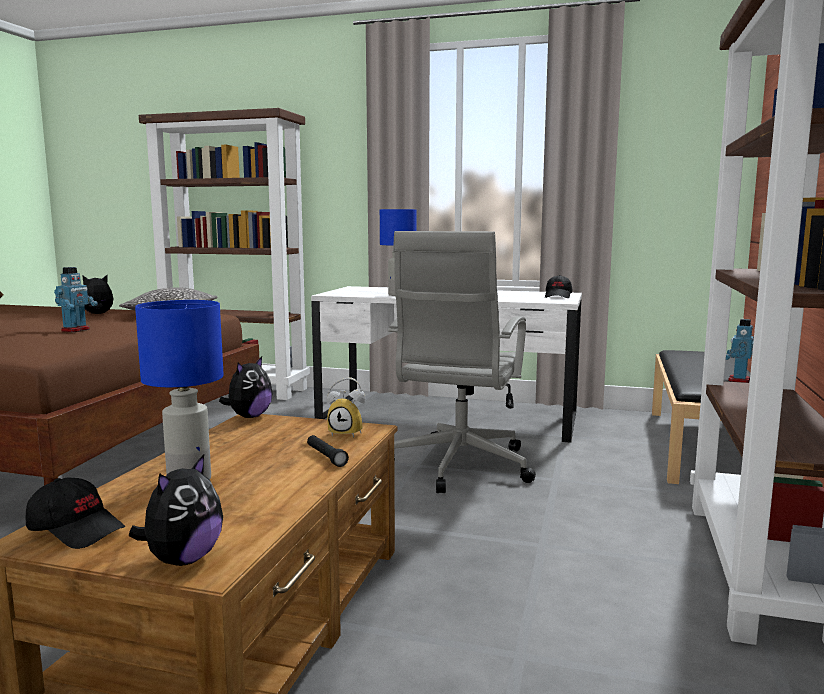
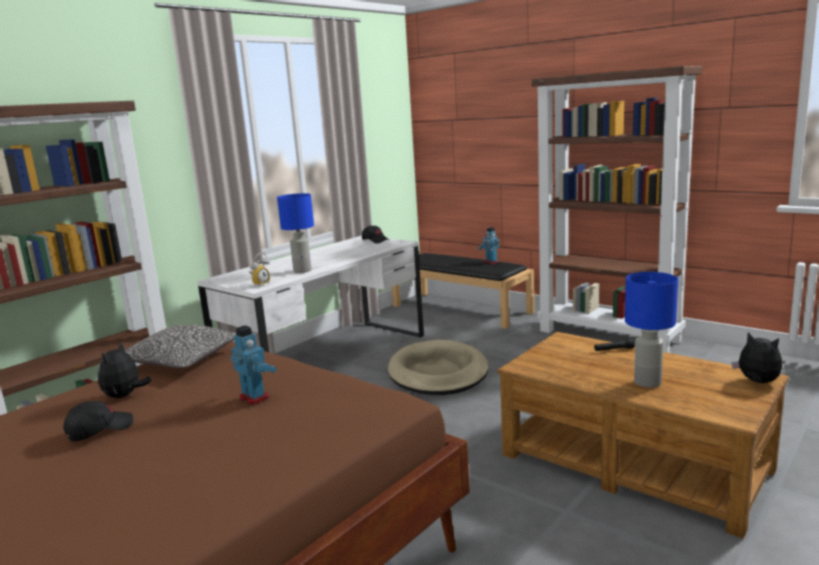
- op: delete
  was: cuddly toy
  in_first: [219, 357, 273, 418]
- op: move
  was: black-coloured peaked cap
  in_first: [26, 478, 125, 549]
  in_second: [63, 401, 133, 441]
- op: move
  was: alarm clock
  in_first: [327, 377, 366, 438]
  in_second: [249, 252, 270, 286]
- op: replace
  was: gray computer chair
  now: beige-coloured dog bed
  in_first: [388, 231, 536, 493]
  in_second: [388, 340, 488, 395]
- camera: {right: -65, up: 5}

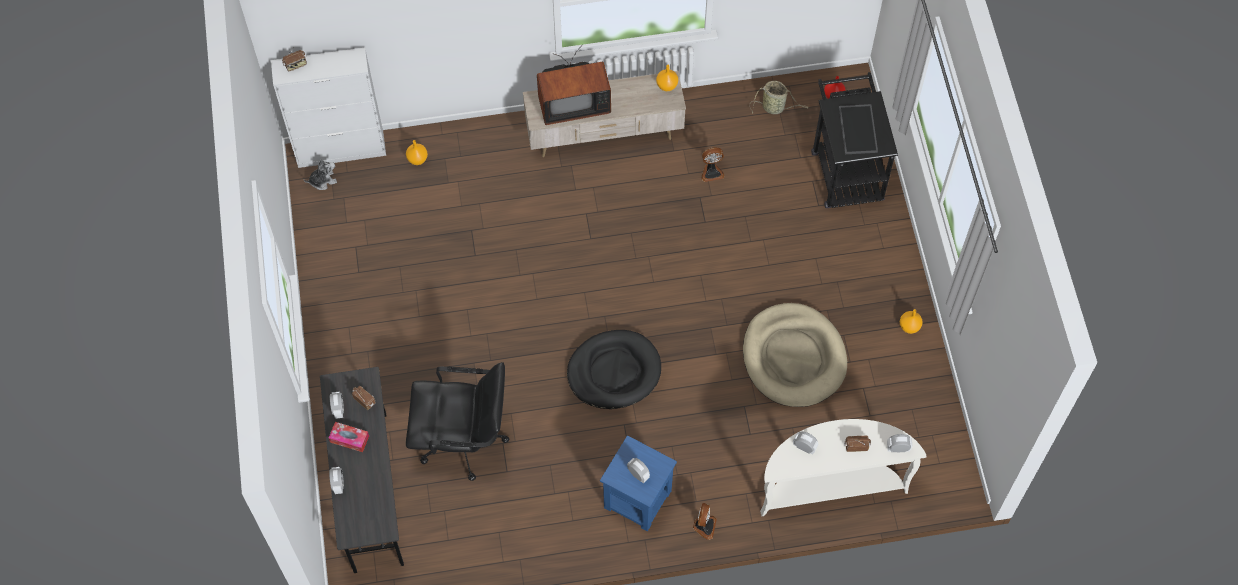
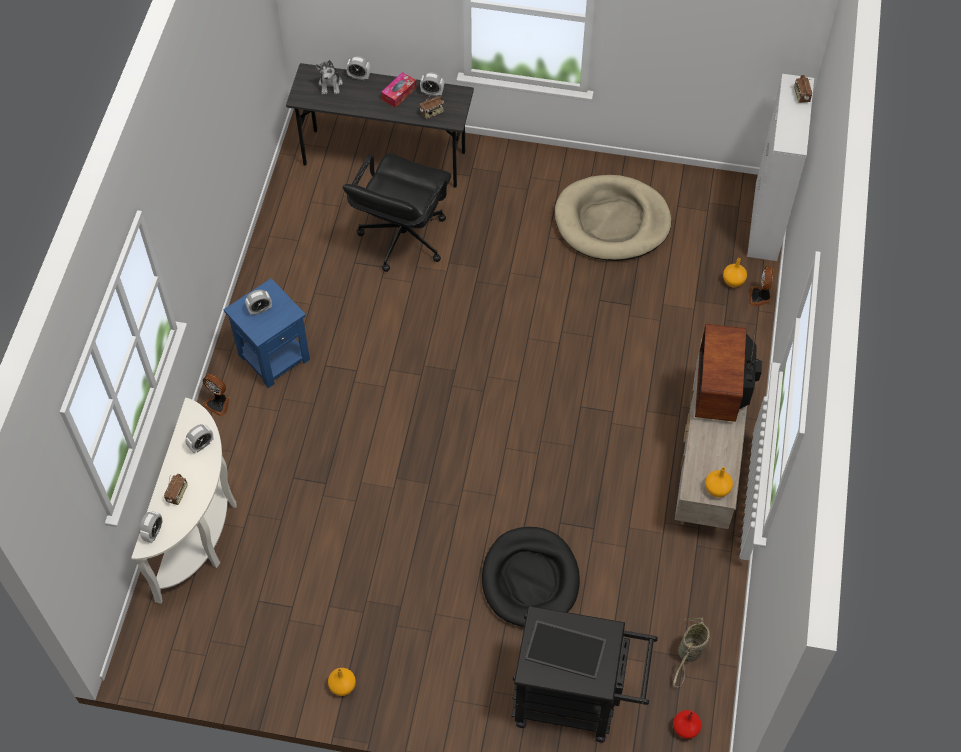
- op: move
  was: cuddly toy
  in_first: [304, 160, 337, 190]
  in_second: [315, 59, 343, 95]
- op: move
  was: black-coloured dog bed
  in_first: [567, 330, 661, 409]
  in_second: [482, 527, 580, 627]
- op: move
  was: electric fan
  in_first: [702, 147, 725, 182]
  in_second: [749, 266, 773, 307]
- op: move
  was: beige-coloured dog bed
  in_first: [743, 303, 847, 407]
  in_second: [555, 175, 671, 261]
- camera: {right: 110, up: -5}

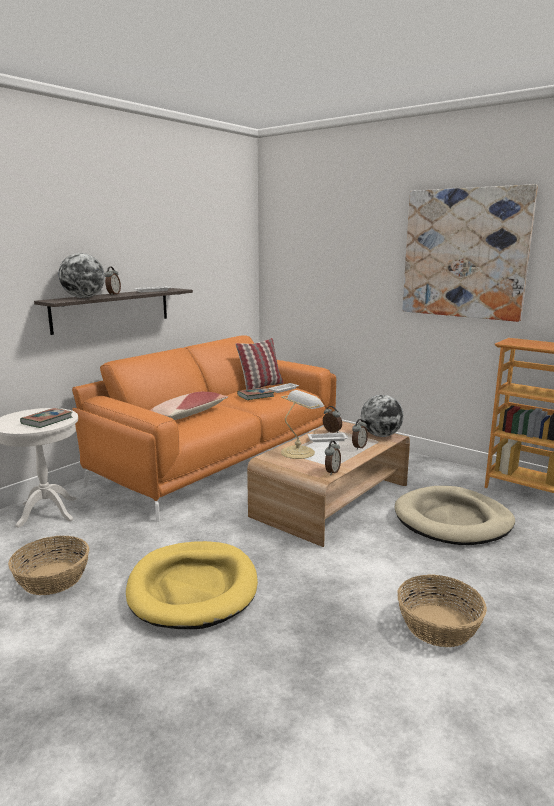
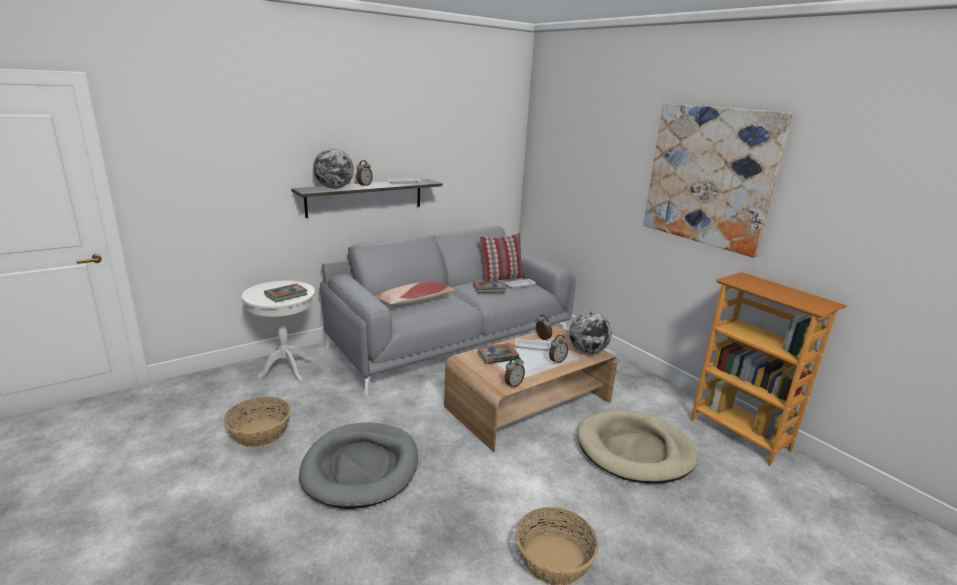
- op: replace
  was: tabletop lamp
  now: volume
  in_first: [281, 390, 324, 459]
  in_second: [477, 343, 519, 364]
- op: recolor
  was: orange sofa
  now: gray sofa
  in_first: [72, 335, 336, 522]
  in_second: [320, 226, 576, 396]
- op: recolor
  was: yellow dog bed
  now: gray dog bed
  in_first: [126, 541, 258, 629]
  in_second: [299, 423, 418, 509]
- camera: {right: 15, up: 5}

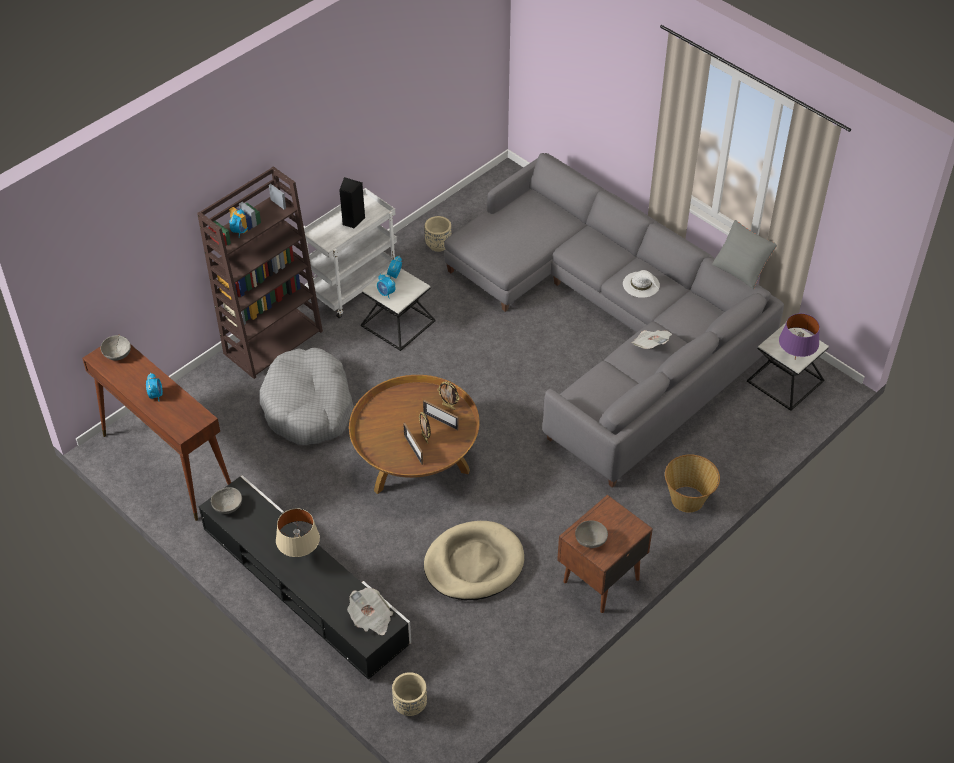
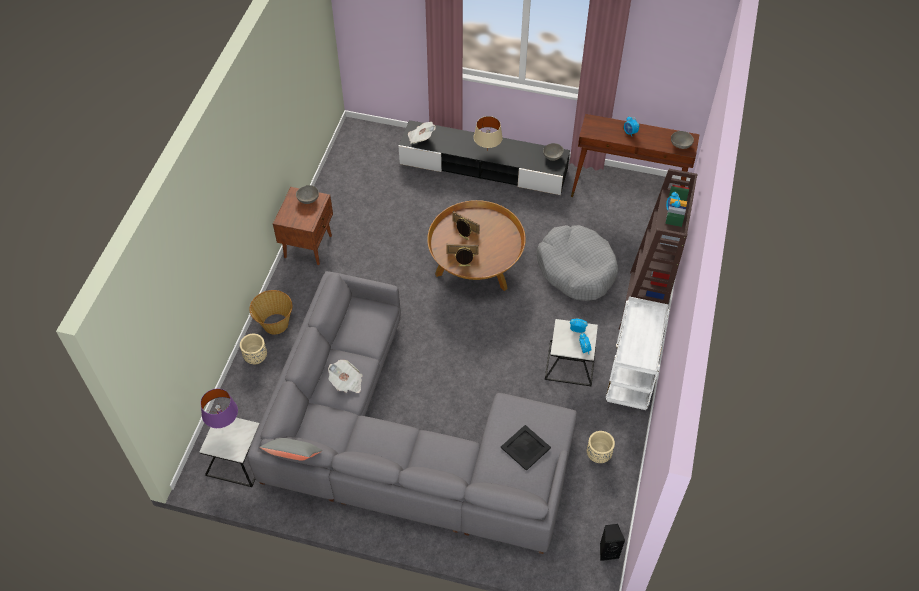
- op: delete
  was: beige-coloured dog bed
  in_first: [424, 521, 524, 600]
- op: delete
  was: whitish wearable hat
  in_first: [623, 270, 660, 298]
- op: insert
  now: black-coloured serving tray
  in_second: [501, 425, 551, 471]
- op: move
  was: black-coloured loudspeaker
  in_first: [339, 177, 365, 228]
  in_second: [600, 524, 625, 561]
- op: move
  was: beige-coloured planter
  in_first: [392, 672, 427, 716]
  in_second: [240, 334, 267, 365]
- camera: {right: 150, up: 5}

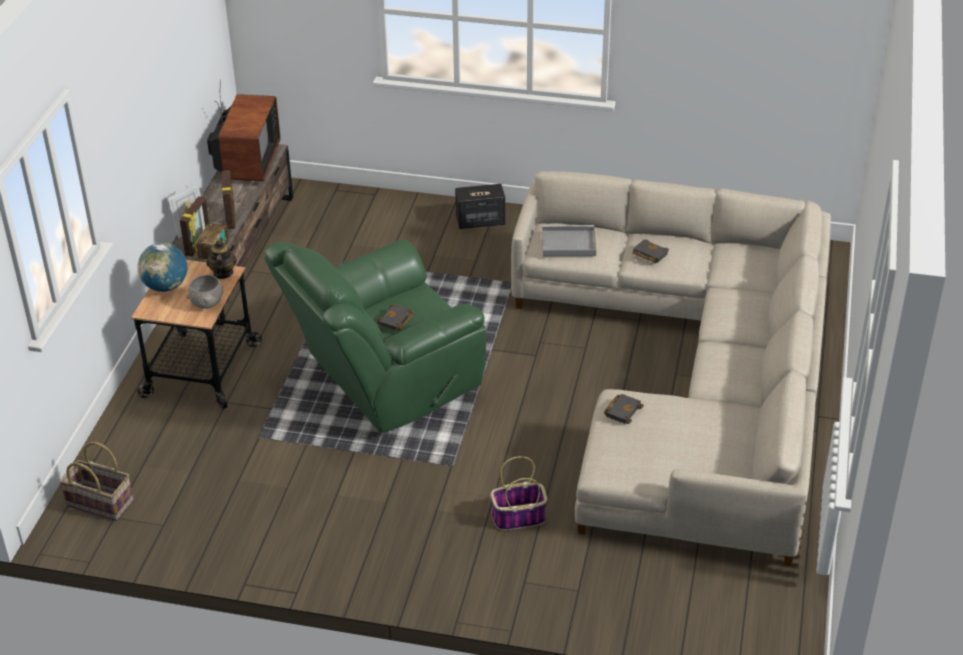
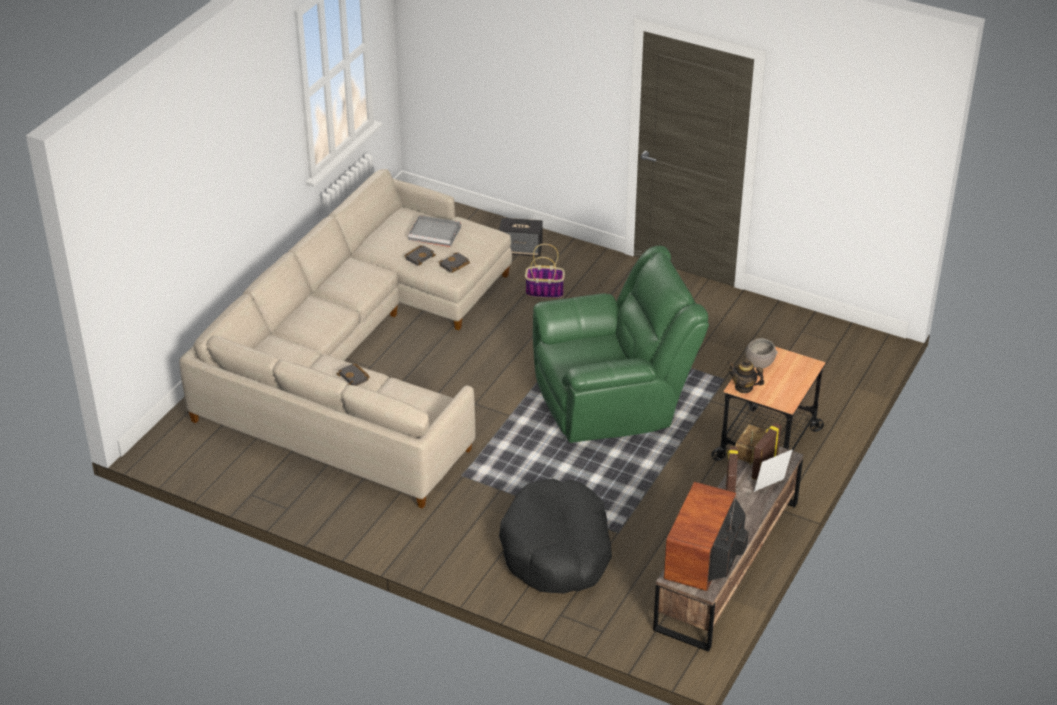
- op: delete
  was: household basket
  in_first: [59, 442, 133, 521]
- op: delete
  was: globe
  in_first: [137, 243, 187, 292]
- op: insert
  now: black-coloured dog bed
  in_second: [499, 479, 612, 593]
- op: move
  was: black-coloured volume
  in_first: [377, 304, 414, 331]
  in_second: [404, 245, 436, 266]
- op: move
  was: loudspeaker
  in_first: [455, 184, 505, 229]
  in_second: [499, 218, 543, 257]
- op: move
  was: gray serving tray
  in_first: [542, 225, 596, 256]
  in_second: [408, 215, 461, 247]
- op: rotate
  was: tea pot
  in_first: [206, 238, 237, 279]
  in_second: [728, 359, 764, 393]
  clockwise: 105
- camera: {right: -165, up: 0}

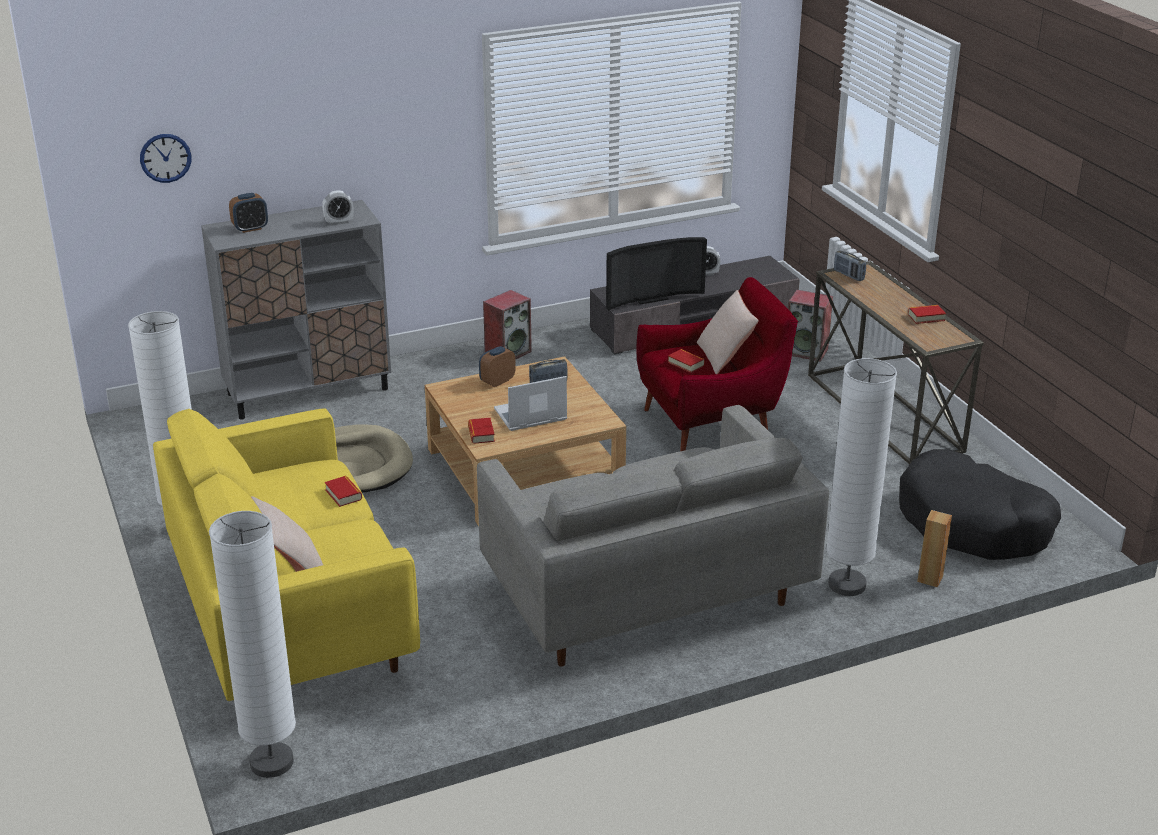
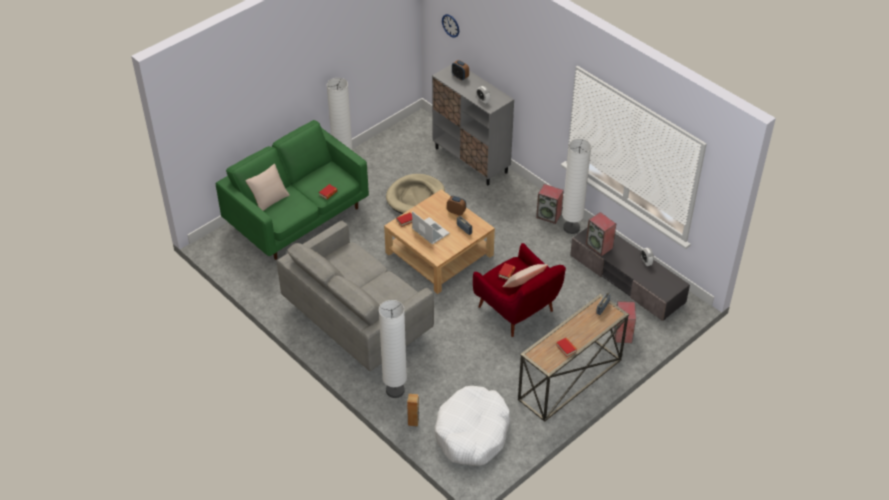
- op: move
  was: whitish floor lamp
  in_first: [209, 511, 296, 778]
  in_second: [562, 139, 591, 234]
- op: replace
  was: television
  now: loudspeaker
  in_first: [606, 237, 707, 311]
  in_second: [586, 212, 616, 256]
- op: recolor
  was: yellow sofa
  now: green-coloured sofa
  in_first: [153, 409, 420, 701]
  in_second: [215, 120, 369, 260]
- op: recolor
  was: black-coloured dog bed
  now: whitish dog bed
  in_first: [899, 449, 1061, 560]
  in_second: [434, 386, 511, 466]
- camera: {right: 70, up: 15}

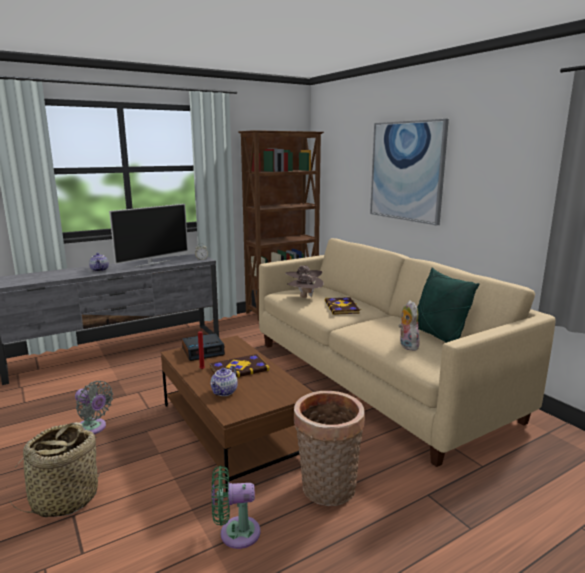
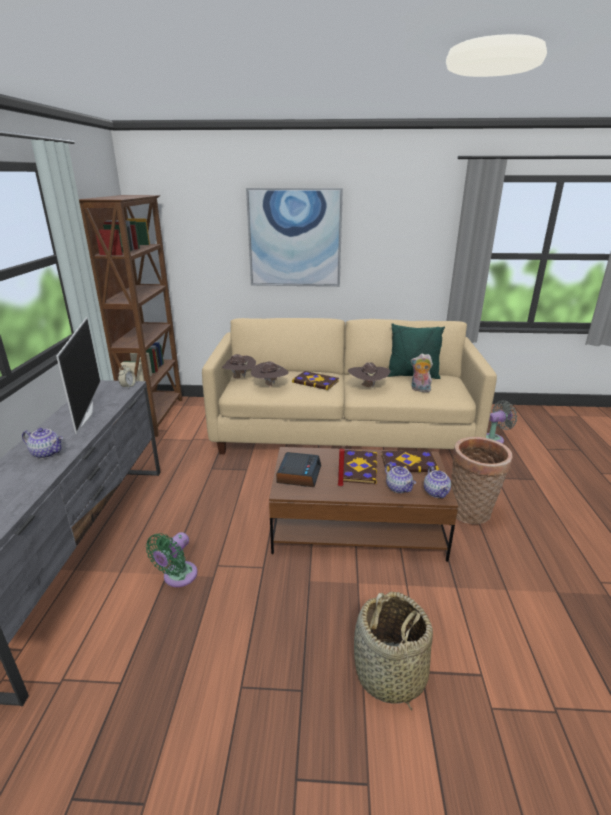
- op: insert
  now: brown-coloured wearable hat
  in_second: [348, 362, 391, 389]
- op: insert
  now: volume
  in_second: [381, 450, 439, 472]
- op: insert
  now: tea pot
  in_second: [424, 466, 451, 498]
- op: move
  was: gray electric fan
  in_first: [75, 381, 113, 435]
  in_second: [486, 401, 518, 444]
- op: move
  was: green-coloured electric fan
  in_first: [212, 465, 261, 549]
  in_second: [146, 532, 197, 587]
- camera: {right: -55, up: 10}

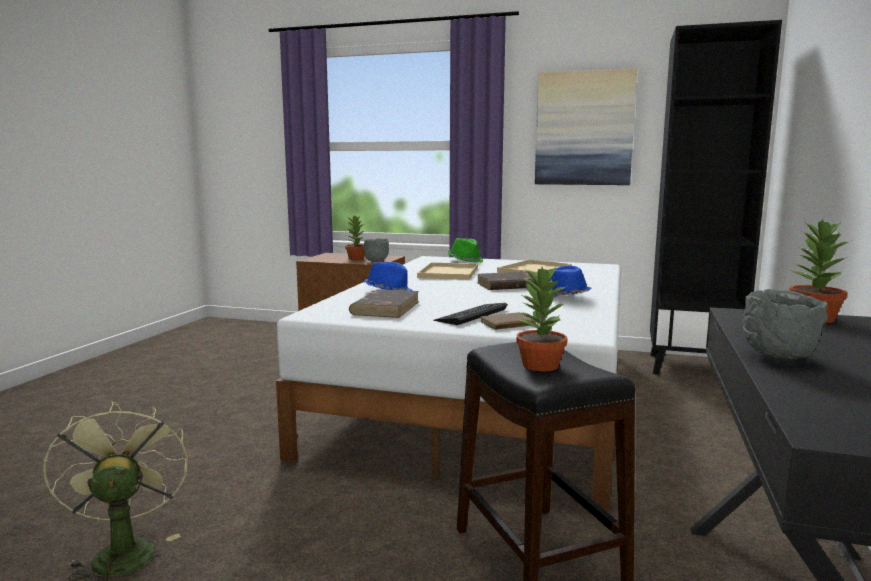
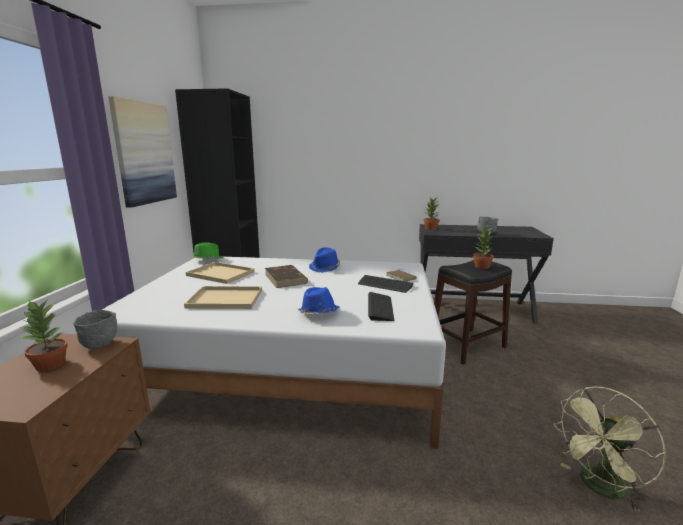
- op: move
  was: green-coloured wearable hat
  in_first: [448, 238, 483, 263]
  in_second: [192, 243, 223, 259]
- op: replace
  was: brown-coloured volume
  now: PC keyboard
  in_first: [349, 289, 419, 318]
  in_second: [368, 292, 394, 321]
- camera: {right: -100, up: 5}

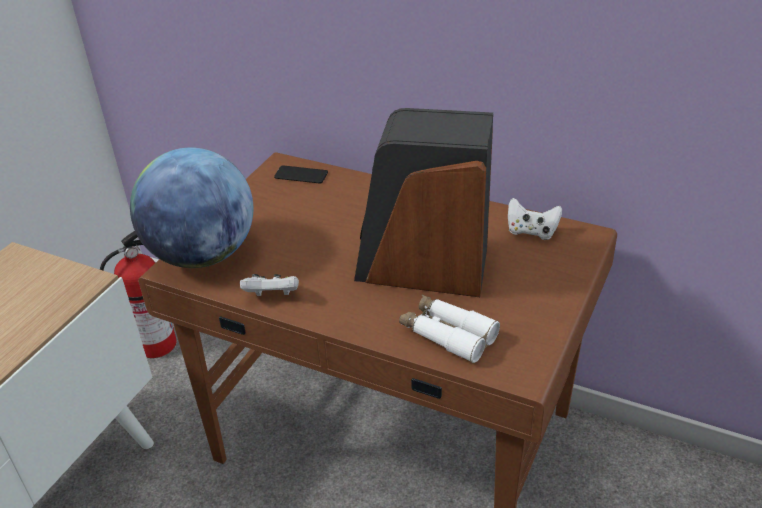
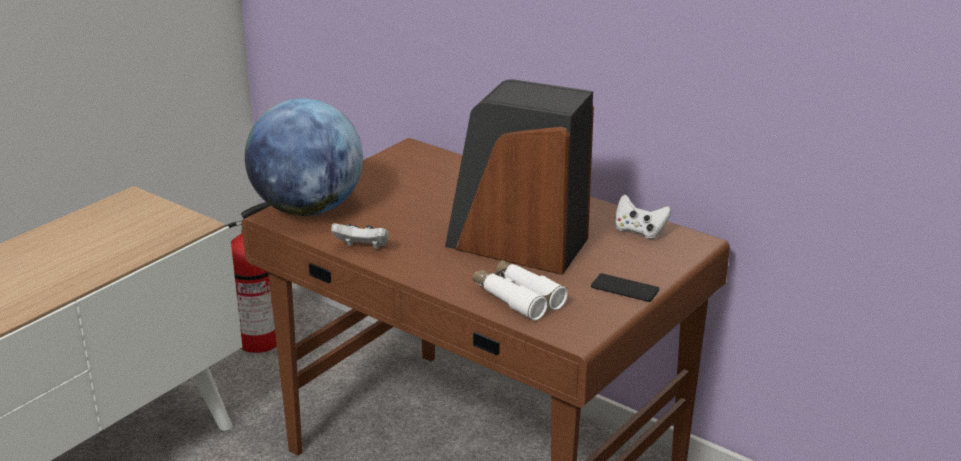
- op: move
  was: telephone
  in_first: [274, 165, 328, 184]
  in_second: [591, 273, 659, 302]
- camera: {right: 10, up: -10}

